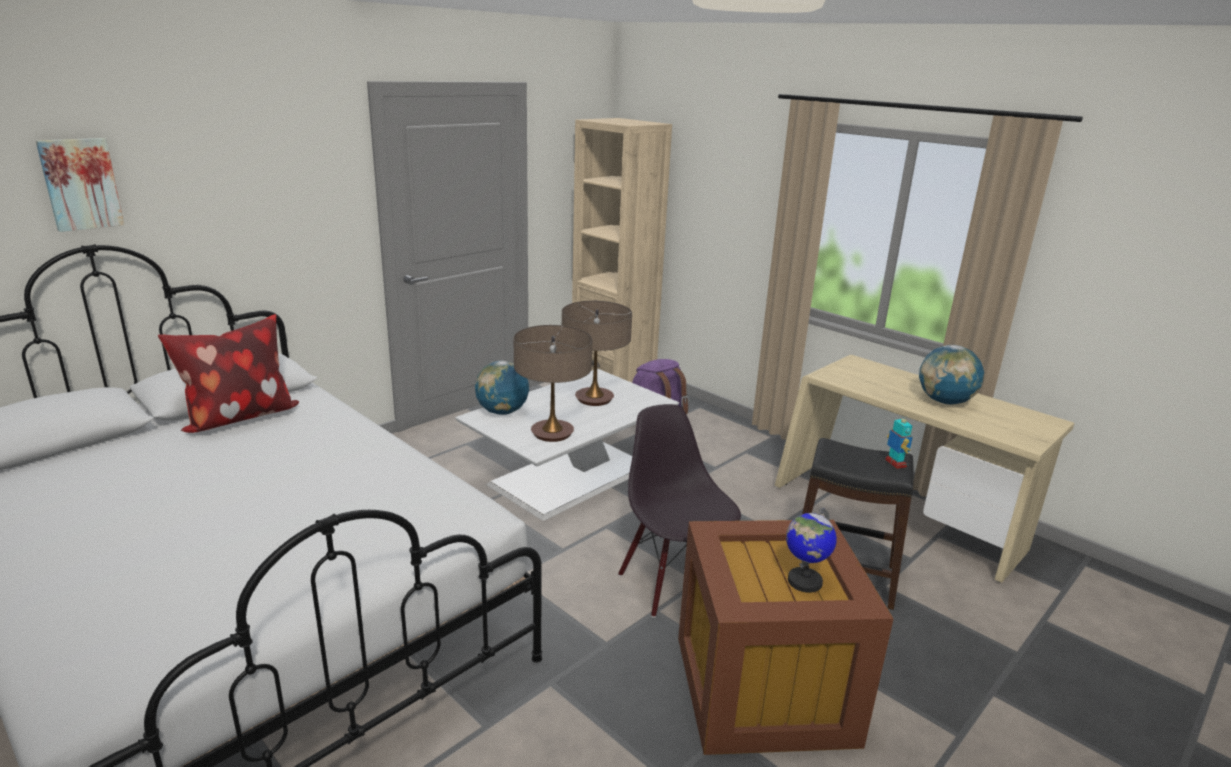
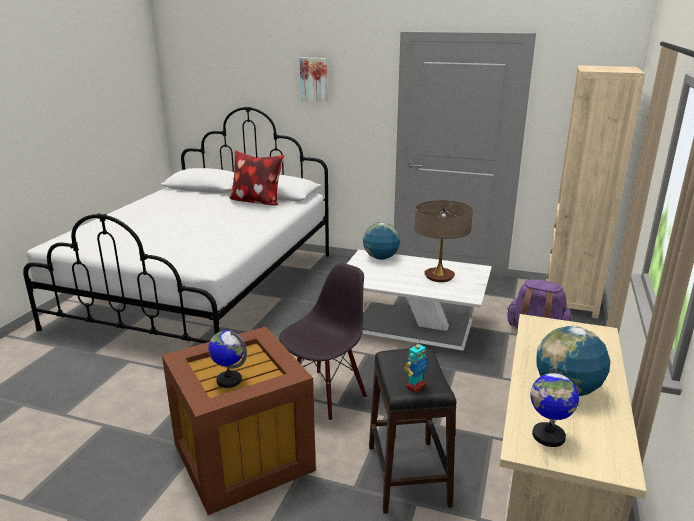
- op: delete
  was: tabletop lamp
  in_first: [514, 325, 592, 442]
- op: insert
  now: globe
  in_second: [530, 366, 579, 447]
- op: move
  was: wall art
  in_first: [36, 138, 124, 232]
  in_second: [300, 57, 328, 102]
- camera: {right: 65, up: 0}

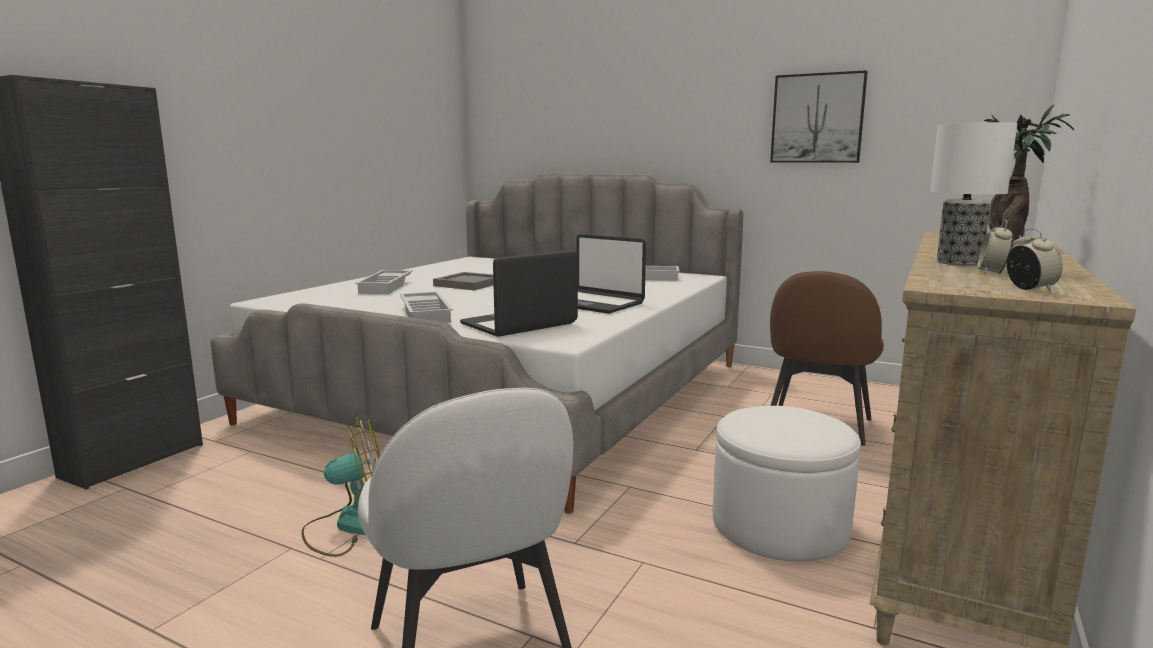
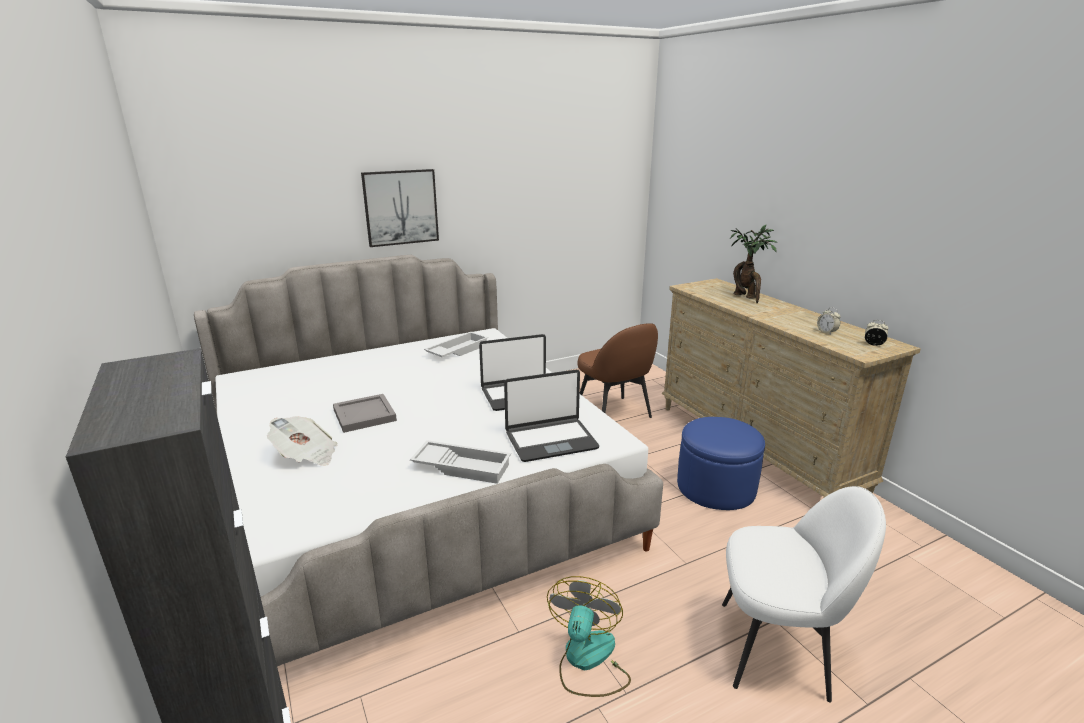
- op: delete
  was: tabletop lamp
  in_first: [930, 122, 1018, 266]
- op: move
  was: wall art
  in_first: [770, 70, 868, 163]
  in_second: [361, 169, 439, 247]
- op: replace
  was: whitish serving tray
  now: daily paper
  in_first: [355, 270, 413, 294]
  in_second: [267, 416, 337, 466]
- op: recolor
  was: whitish pouffe
  now: blue pouffe
  in_first: [713, 406, 861, 561]
  in_second: [677, 417, 765, 510]
- op: rotate
  was: portable computer
  in_first: [460, 250, 578, 337]
  in_second: [504, 370, 599, 462]
  clockwise: -105
- camera: {right: -55, up: 10}

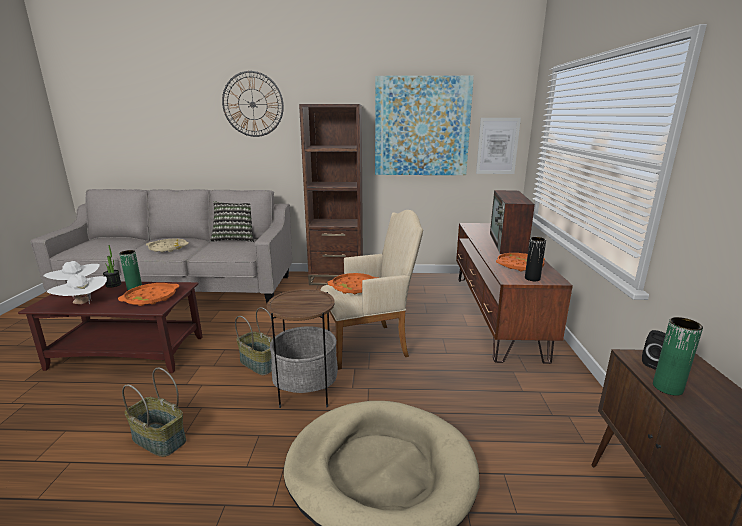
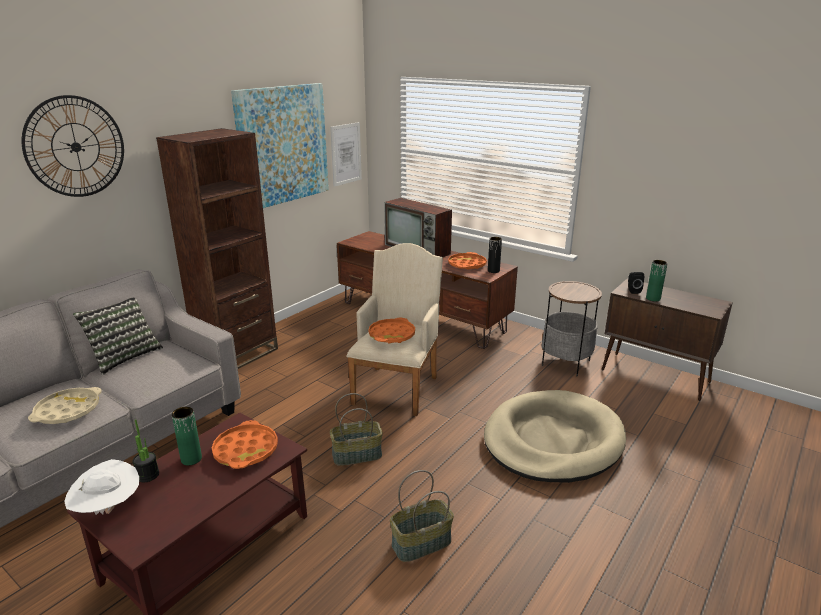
- op: delete
  was: whitish wearable hat
  in_first: [47, 274, 107, 304]
- op: move
  was: accent table
  in_first: [267, 289, 338, 408]
  in_second: [542, 281, 602, 376]
- camera: {right: -55, up: 5}

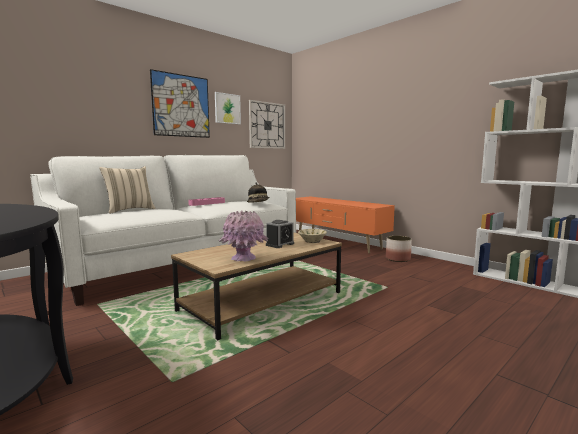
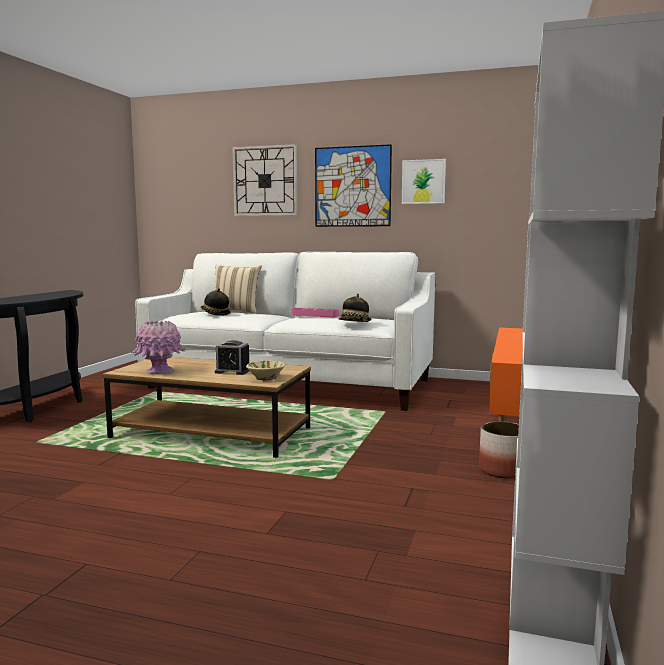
- op: insert
  now: wearable hat
  in_second: [201, 288, 231, 316]
- op: move
  was: wall clock
  in_first: [249, 100, 285, 149]
  in_second: [232, 144, 297, 216]
- camera: {right: 60, up: 0}

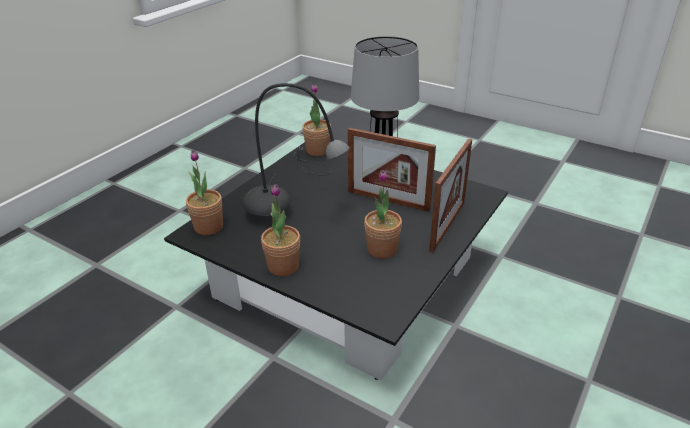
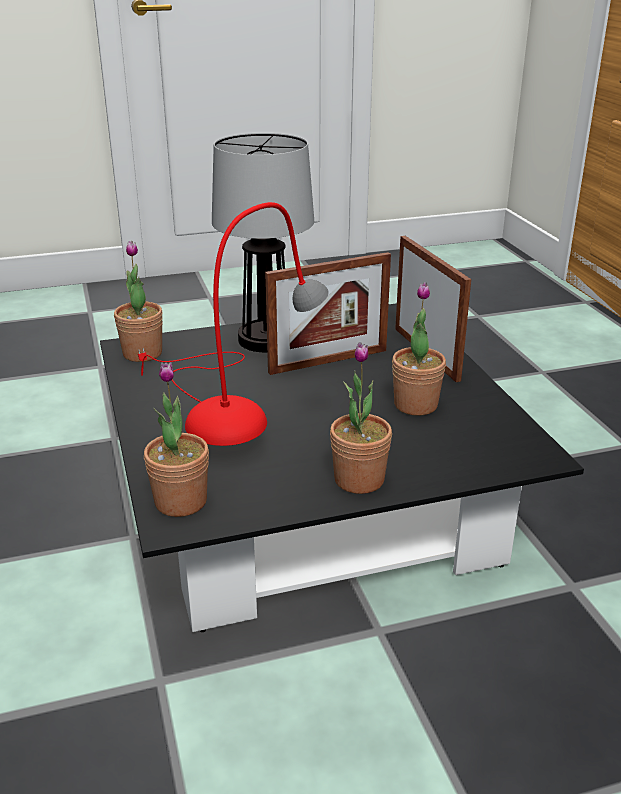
- op: recolor
  was: gray tabletop lamp
  now: red-coloured tabletop lamp
  in_first: [242, 83, 349, 216]
  in_second: [138, 202, 329, 446]
- camera: {right: -50, up: -5}

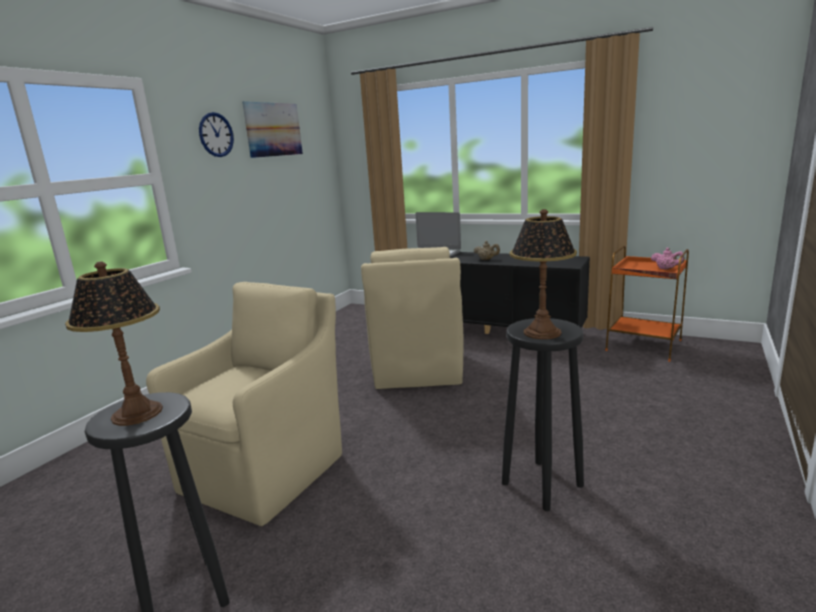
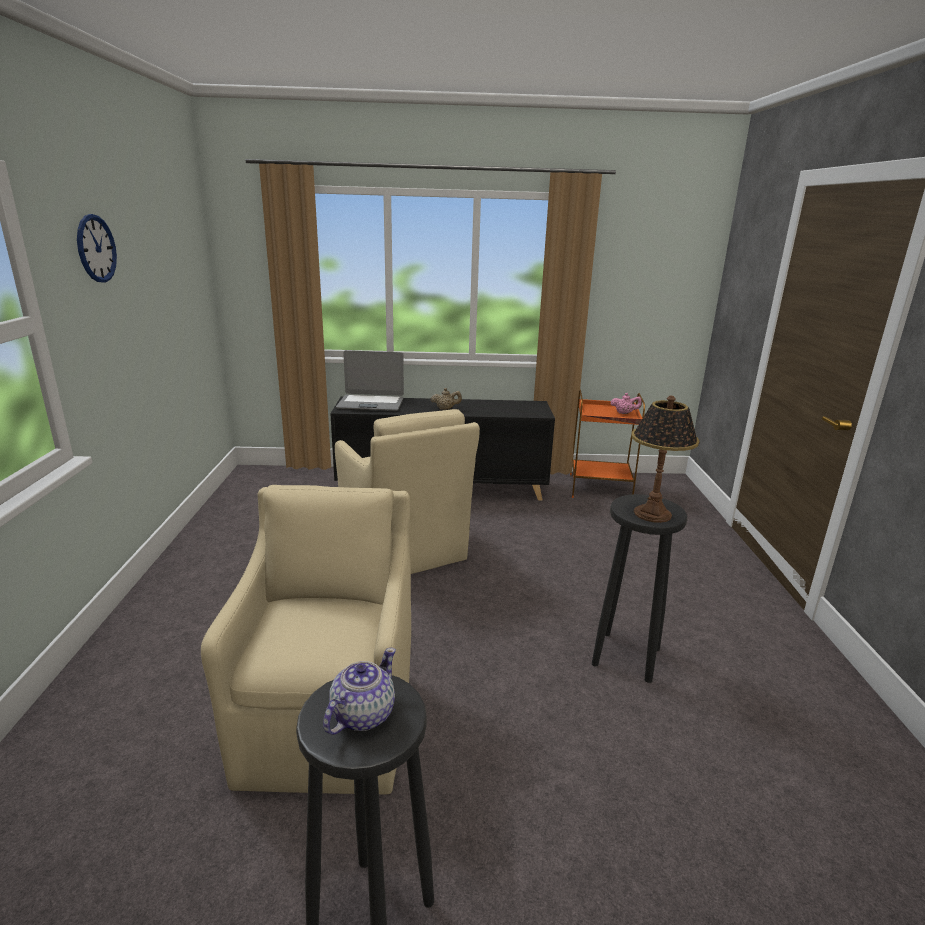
- op: delete
  was: wall art
  in_first: [242, 101, 303, 158]
- op: replace
  was: tabletop lamp
  now: tea pot
  in_first: [65, 261, 163, 426]
  in_second: [323, 648, 396, 735]
- camera: {right: -30, up: 5}

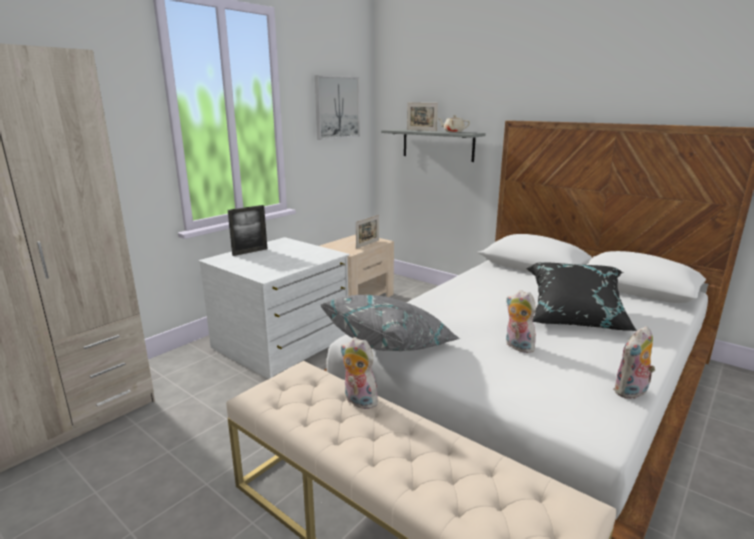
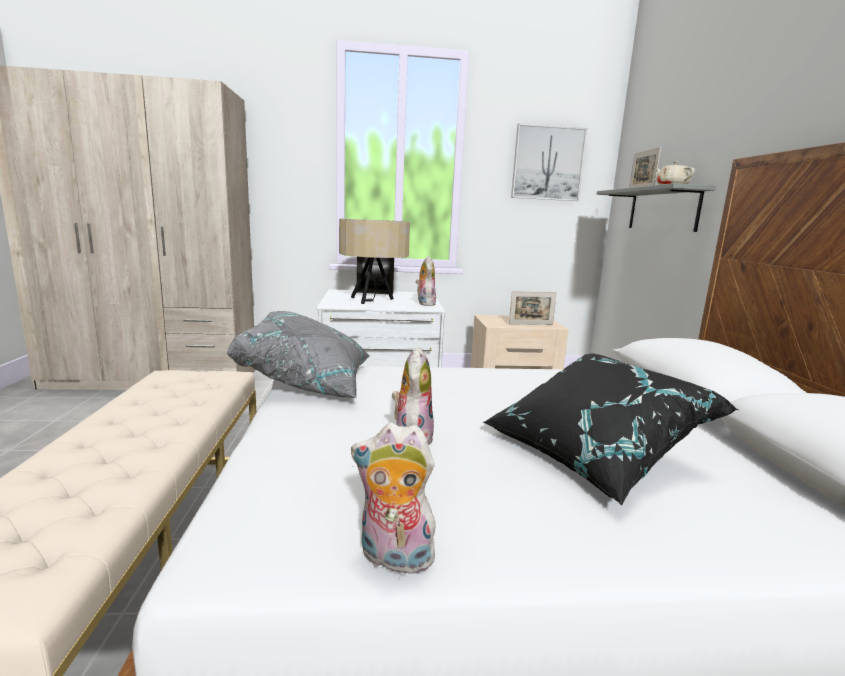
- op: insert
  now: beige-coloured tabletop lamp
  in_second: [339, 219, 410, 304]
- op: move
  was: cuddly toy
  in_first: [340, 337, 378, 409]
  in_second: [416, 256, 436, 306]
- camera: {right: 45, up: -5}

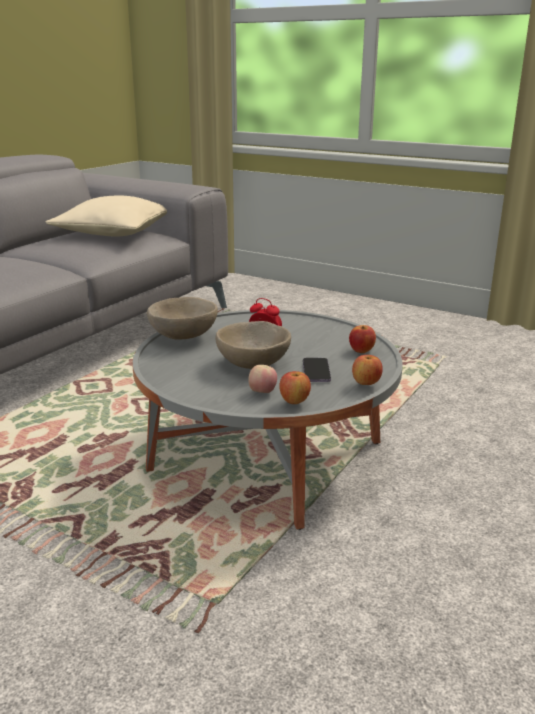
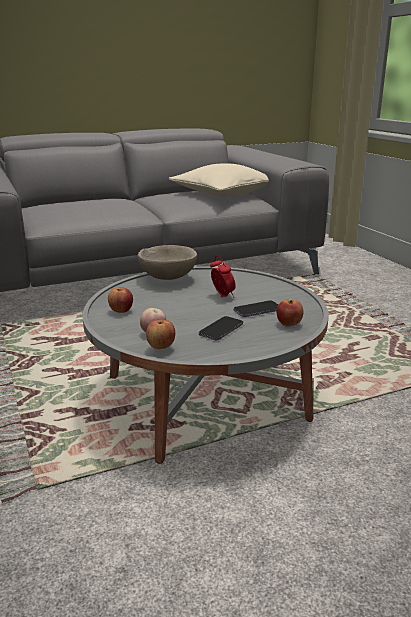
- op: delete
  was: beige-coloured serving bowl
  in_first: [216, 321, 291, 369]
- op: insert
  now: telephone
  in_second: [234, 300, 279, 317]
- op: move
  was: apple
  in_first: [352, 355, 383, 385]
  in_second: [108, 287, 133, 313]
- camera: {right: 35, up: 0}

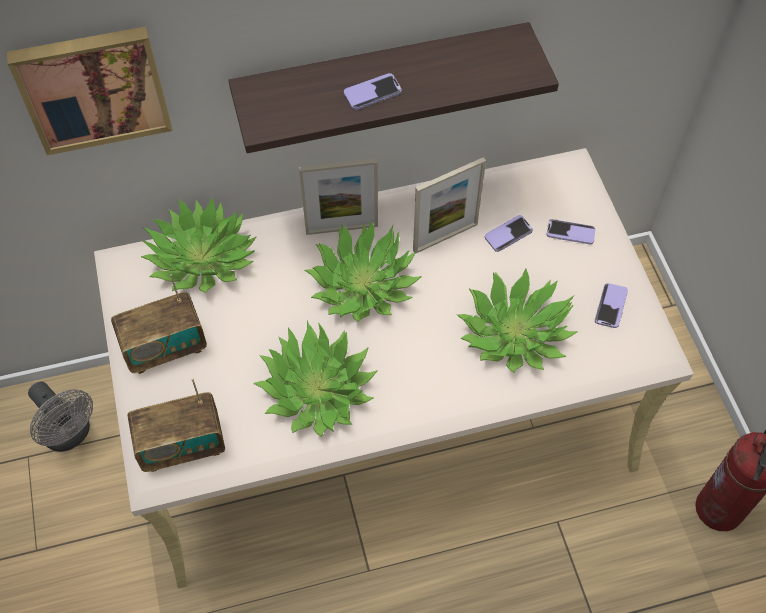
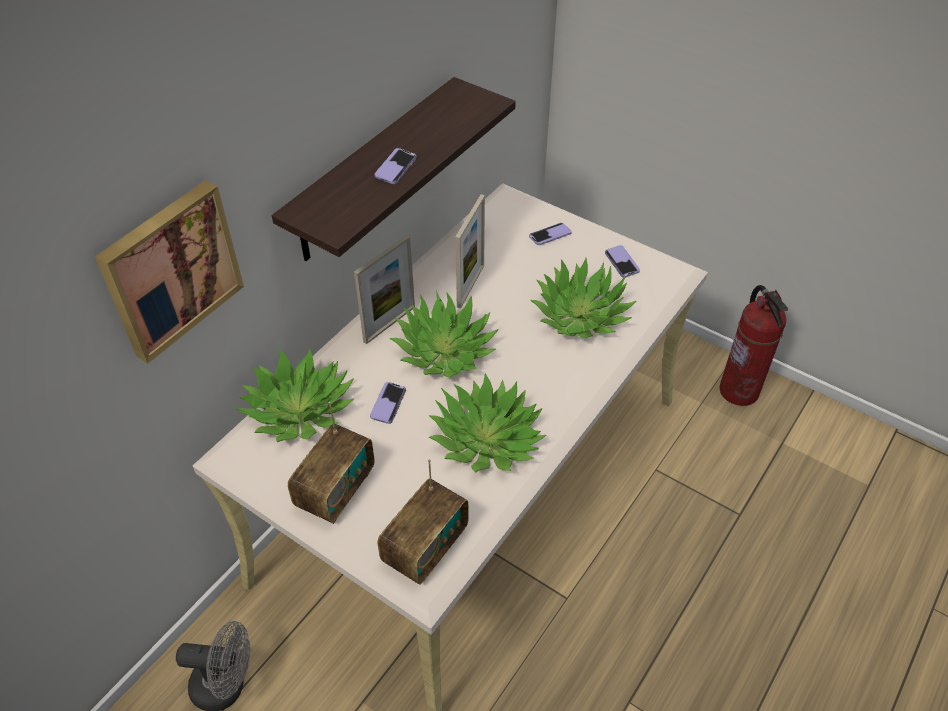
- op: move
  was: telephone
  in_first: [485, 215, 533, 252]
  in_second: [370, 382, 406, 424]
- camera: {right: -40, up: -10}

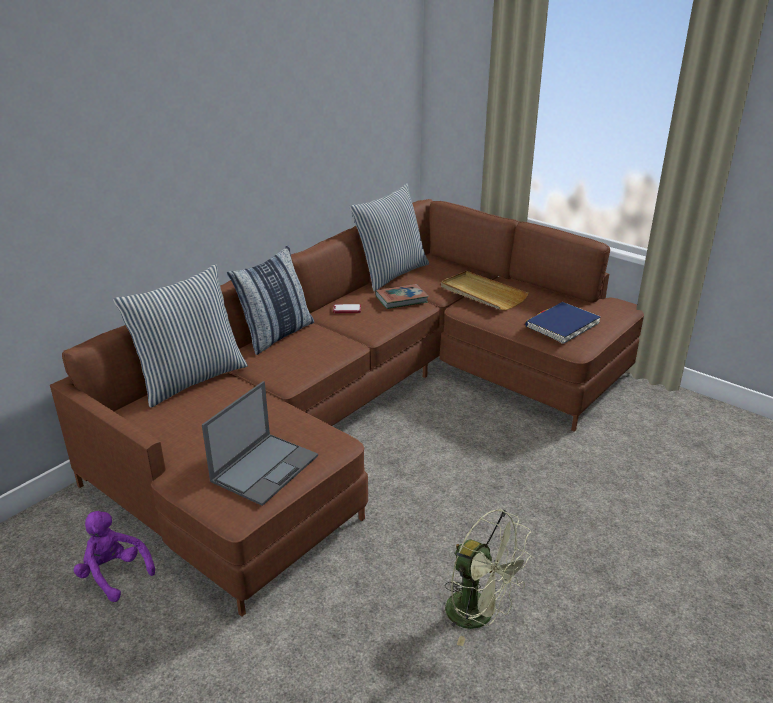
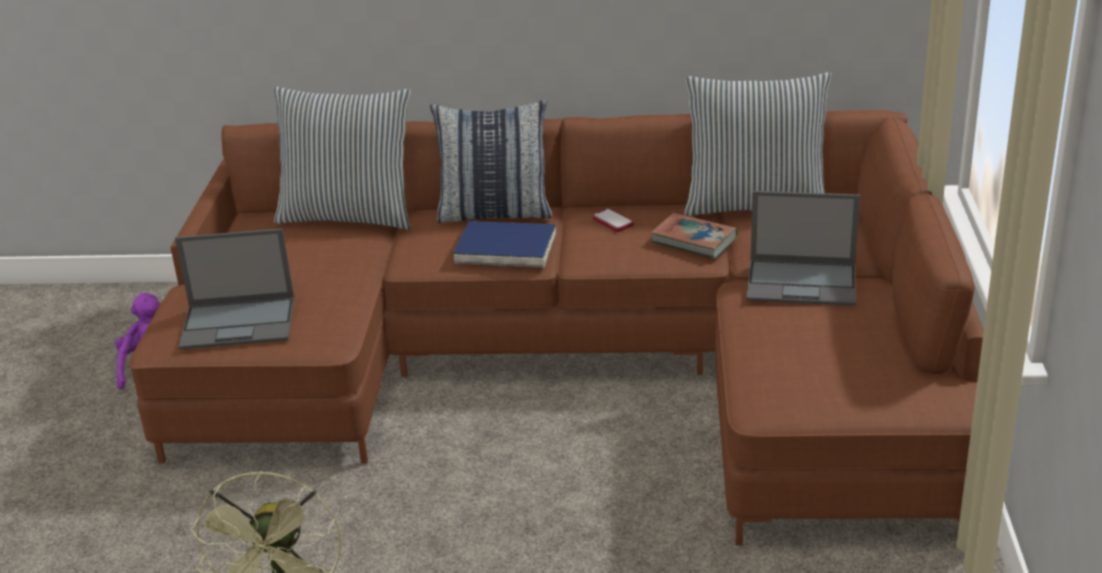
- op: move
  was: blue volume
  in_first: [525, 302, 601, 344]
  in_second: [453, 221, 556, 268]
- op: replace
  was: beige-coloured serving tray
  now: portable computer
  in_first: [441, 271, 529, 310]
  in_second: [746, 191, 860, 306]
- camera: {right: 55, up: 0}

